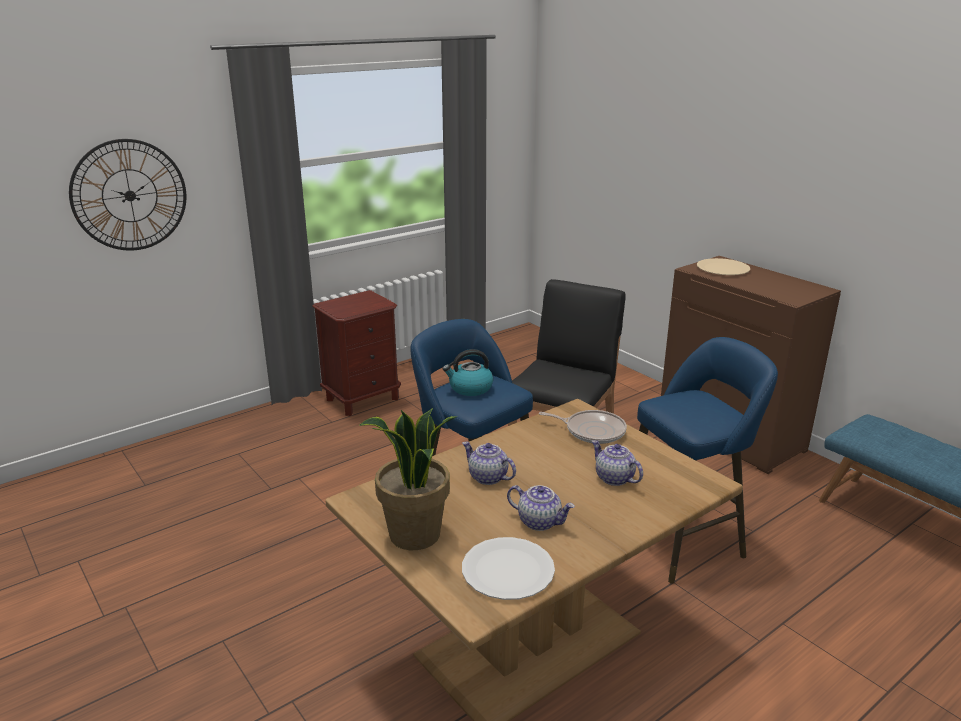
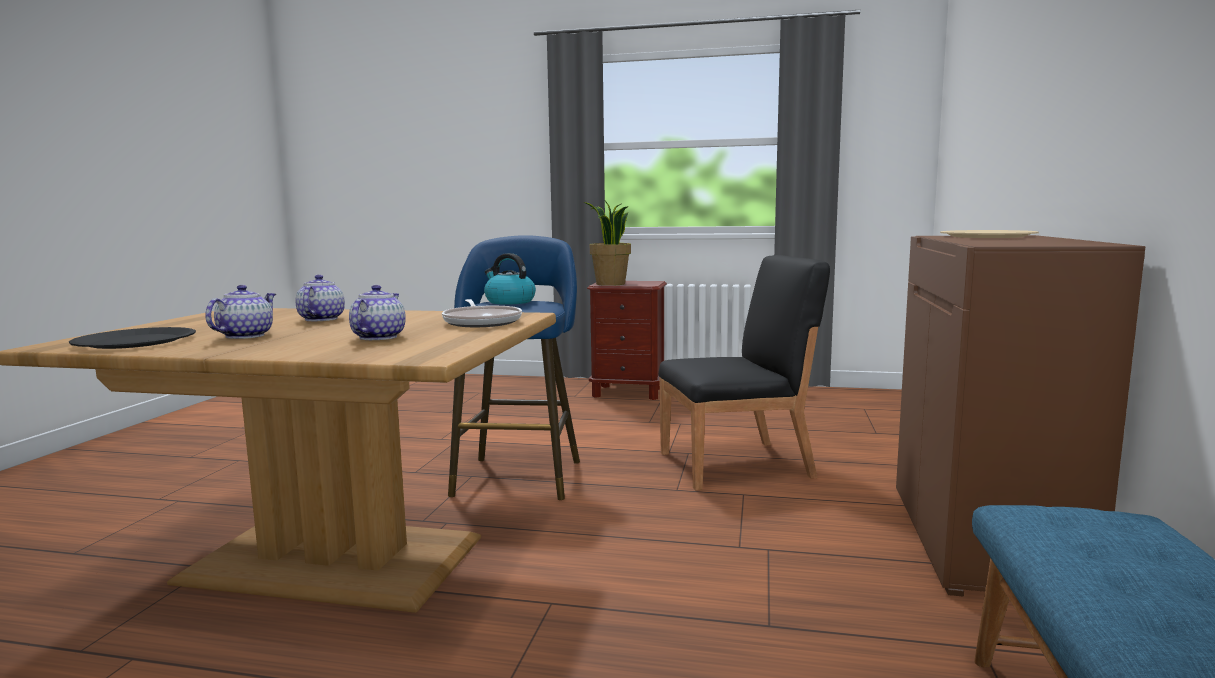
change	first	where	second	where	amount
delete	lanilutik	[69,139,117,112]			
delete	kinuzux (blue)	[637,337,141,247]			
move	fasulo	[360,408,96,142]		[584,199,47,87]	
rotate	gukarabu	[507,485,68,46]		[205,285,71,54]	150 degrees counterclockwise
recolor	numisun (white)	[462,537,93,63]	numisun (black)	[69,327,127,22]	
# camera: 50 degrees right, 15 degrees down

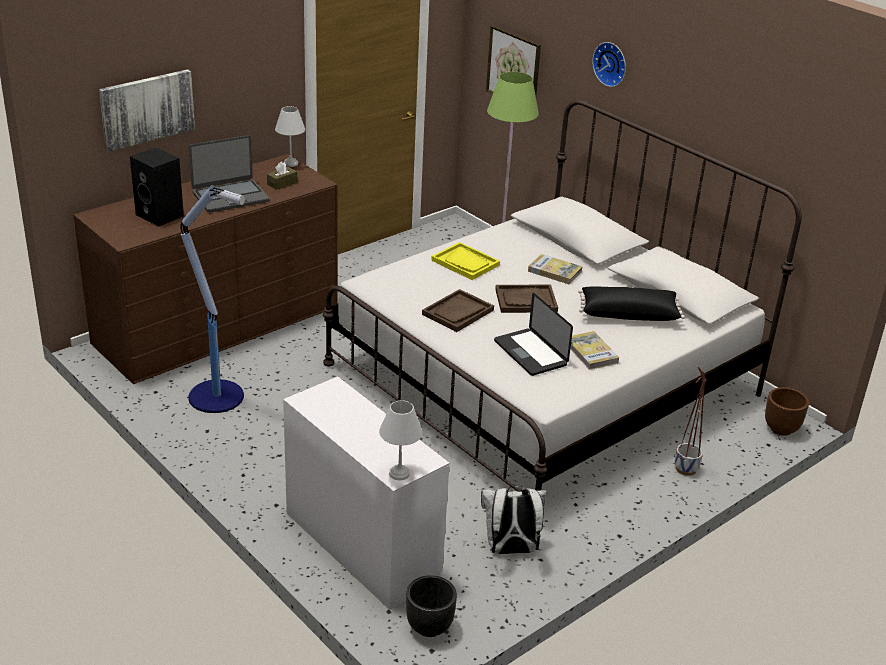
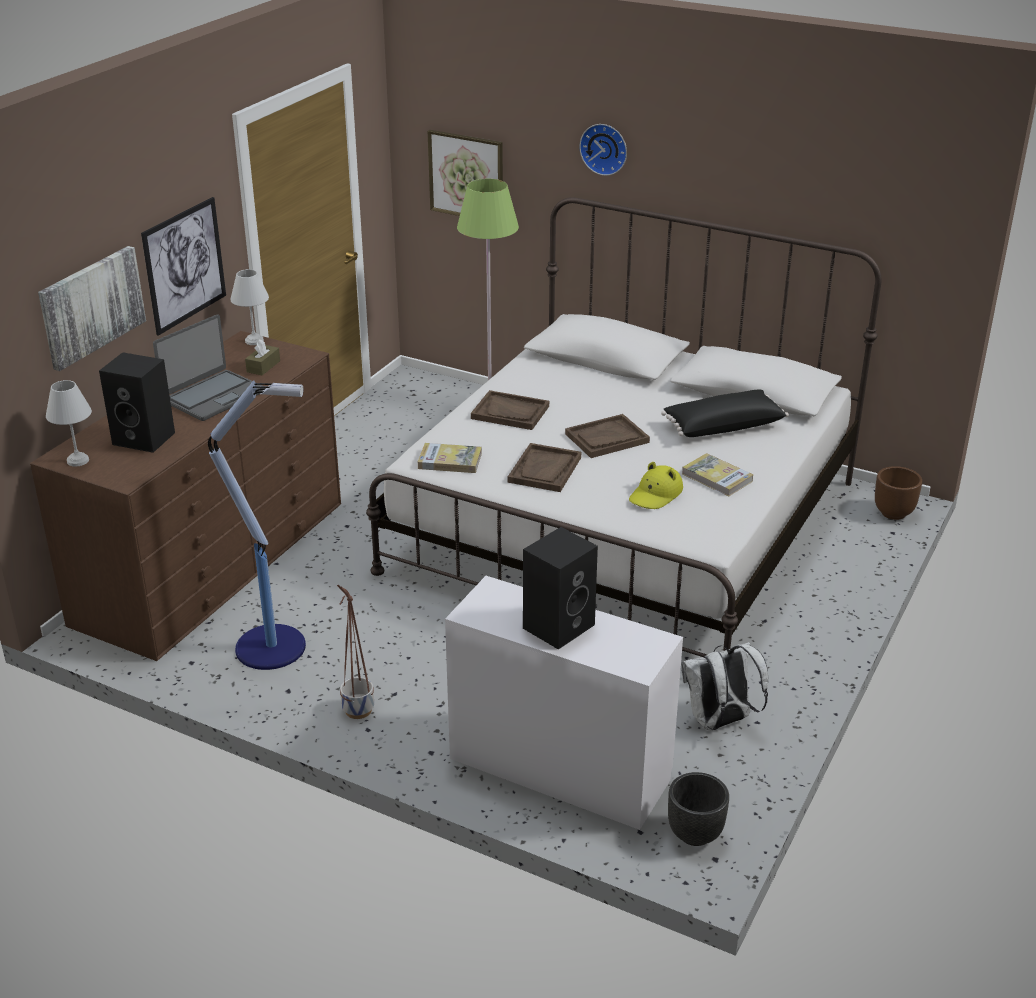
change	first	where	second	where	amount
recolor	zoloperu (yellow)	[431,242,69,38]	zoloperu (brown)	[471,390,78,40]	
move	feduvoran	[528,254,55,30]		[418,443,64,30]	
replace	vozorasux	[494,293,79,83]	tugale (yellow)	[629,462,54,47]	
move	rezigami	[674,367,33,109]		[337,585,37,134]	
move	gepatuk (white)	[379,400,44,80]		[46,380,46,86]	
insert			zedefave	[141,197,85,139]	
insert			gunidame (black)	[523,527,75,122]	
# camera: 20 degrees left, 0 degrees up

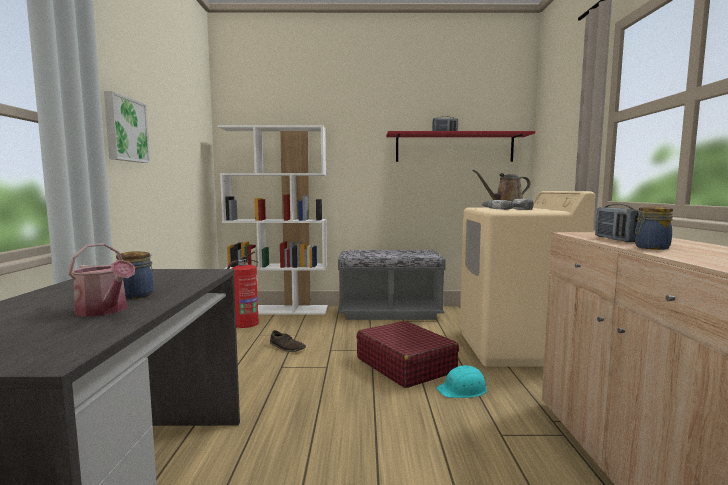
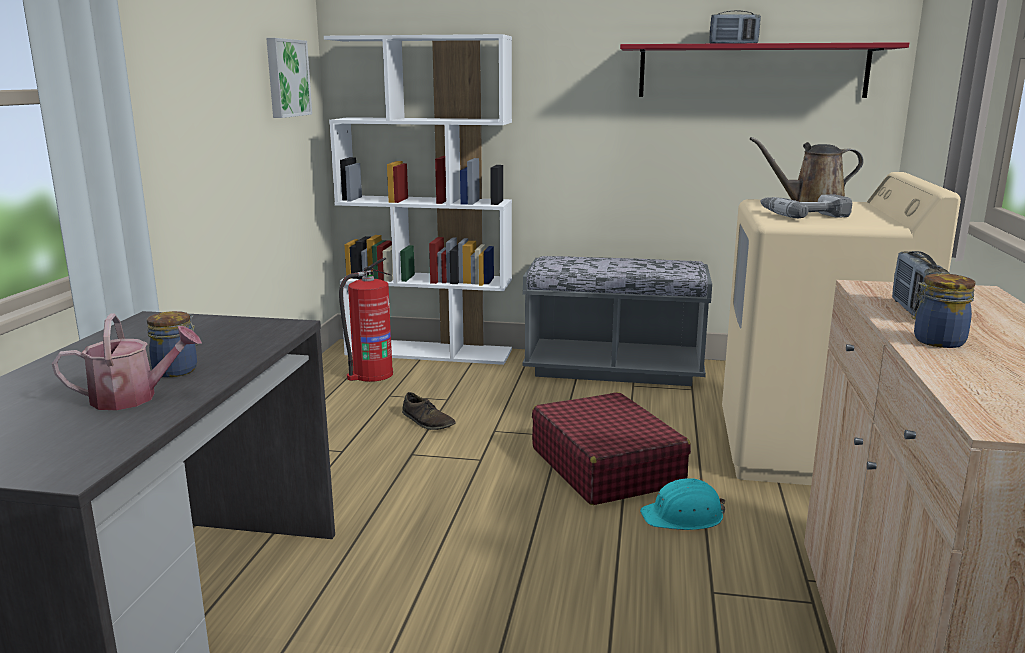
change	first	where	second	where	amount
move	zedefave	[104,91,46,72]		[266,38,46,80]	
rotate	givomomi	[68,243,67,74]		[52,313,150,97]	60 degrees counterclockwise
# camera: 10 degrees right, 10 degrees up

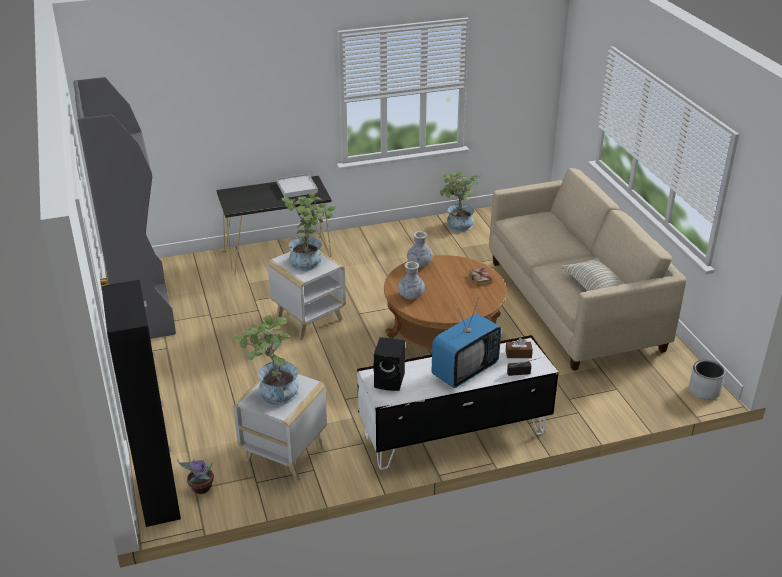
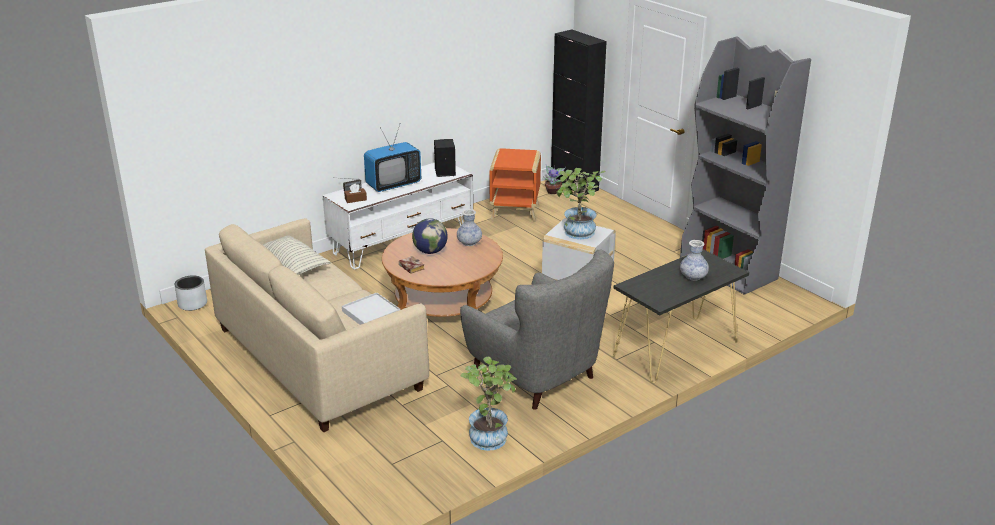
change	first	where	second	where	amount
move	zoloperu (white)	[276,173,42,25]		[342,293,58,32]	
move	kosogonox	[407,231,26,37]		[680,240,29,41]	
rotate	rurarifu	[432,297,69,91]		[364,123,57,69]	150 degrees counterclockwise
delete	fasulo	[233,315,66,90]			
recolor	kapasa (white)	[233,374,94,108]	kapasa (orange)	[490,148,51,74]	
insert			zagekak	[412,218,36,36]	
insert			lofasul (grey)	[460,250,154,160]	
# camera: 160 degrees right, 5 degrees down

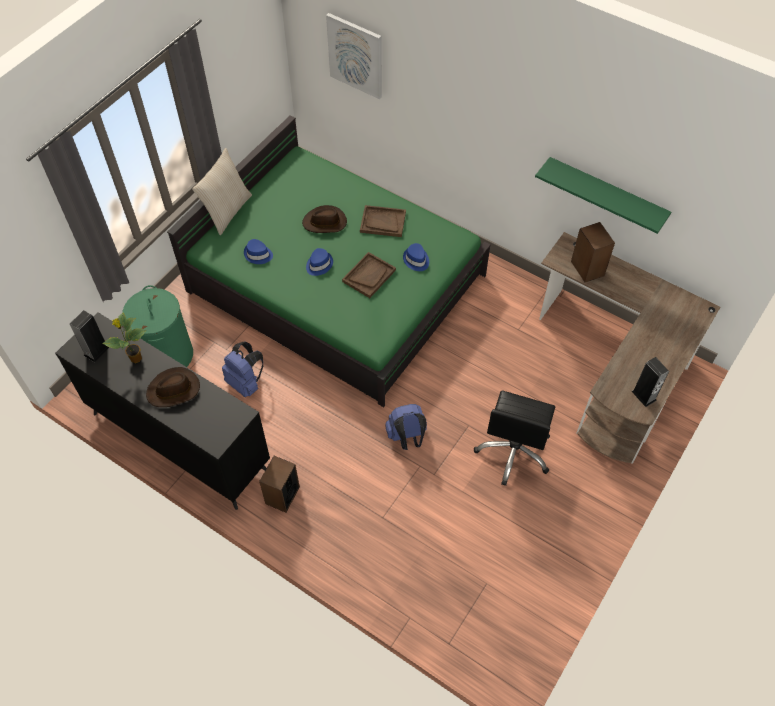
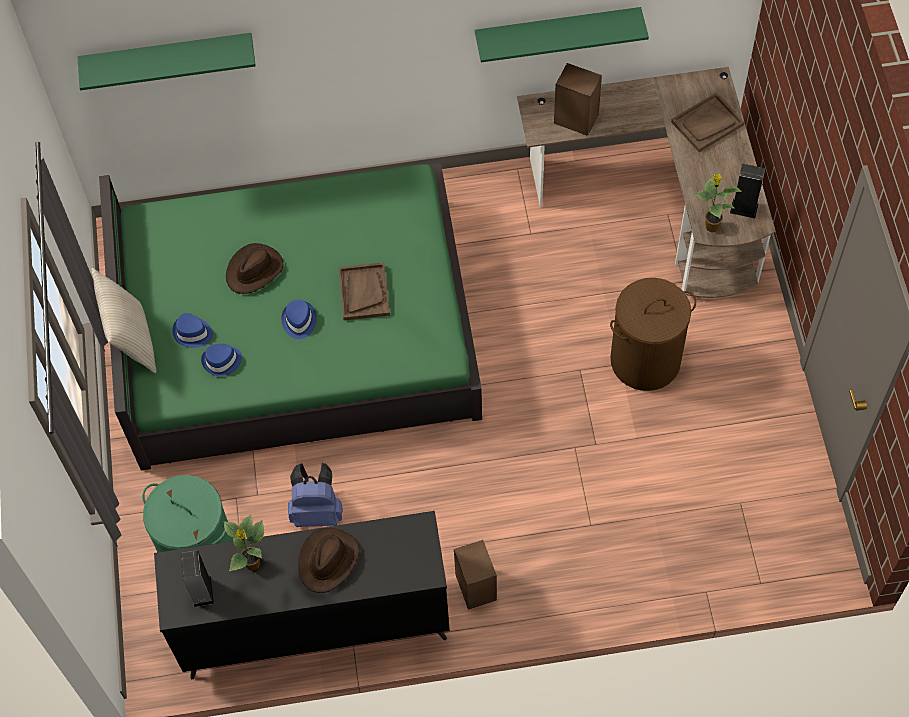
change	first	where	second	where	amount
replace	zedefave	[326,13,56,86]	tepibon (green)	[78,33,178,57]	
move	zoloperu (brown)	[360,205,46,32]		[671,92,74,60]	
move	tugale (blue)	[403,243,26,28]		[172,313,41,35]	
replace	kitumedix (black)	[474,390,81,96]	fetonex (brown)	[610,278,86,113]	
delete	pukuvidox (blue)	[386,404,41,46]			
insert			fasulo	[695,174,47,58]	
# camera: 40 degrees left, 5 degrees up

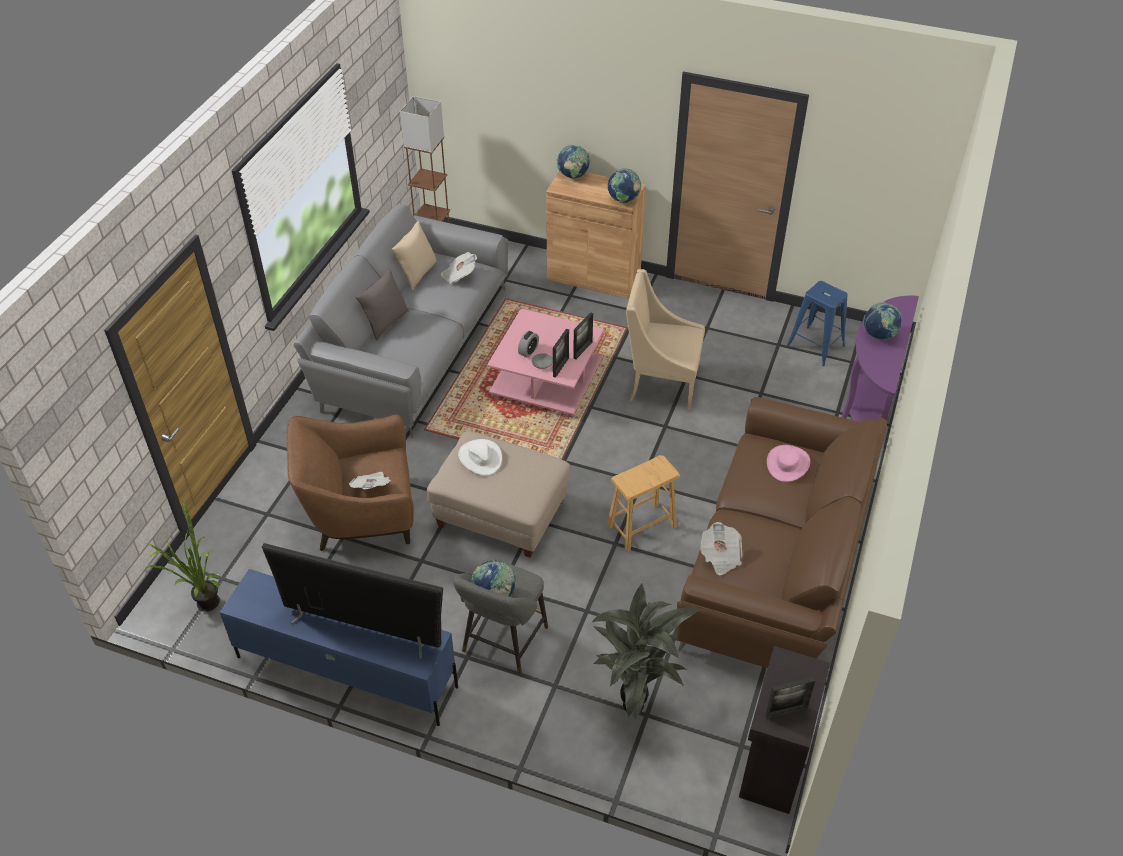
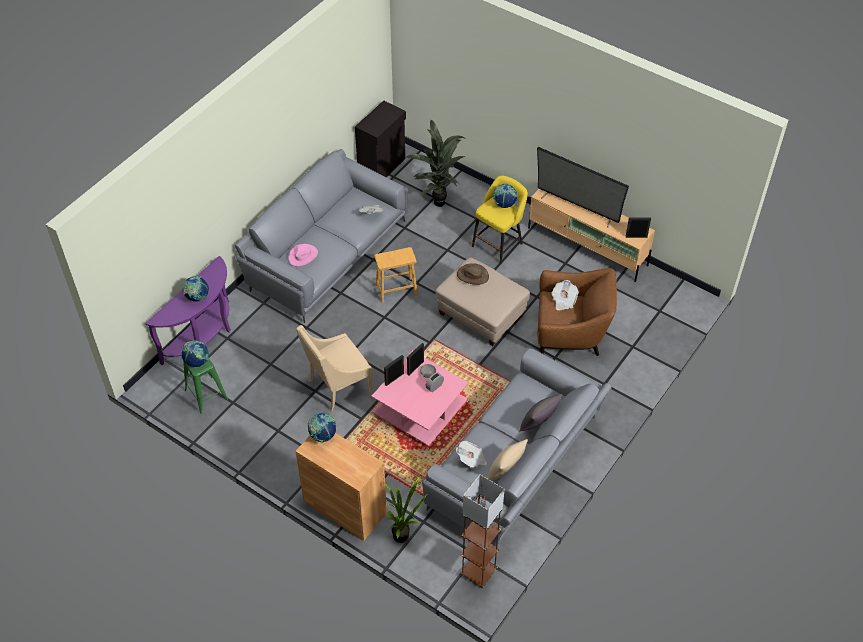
change	first	where	second	where	amount
move	zagekak	[557,145,33,34]		[181,340,28,27]	
rotate	lofasul (beige)	[626,269,79,143]		[296,325,76,87]	120 degrees clockwise
recolor	kinuzux (blue)	[786,281,62,85]	kinuzux (green)	[183,357,45,57]	
recolor	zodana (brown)	[676,397,211,271]	zodana (grey)	[235,149,173,174]	
delete	tugale (white)	[458,439,44,37]			
move	fasulo	[145,498,75,114]		[385,476,43,67]	
recolor	kinuzux (grey)	[453,558,95,117]	kinuzux (yellow)	[472,176,56,88]	
recolor	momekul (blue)	[220,569,238,157]	momekul (beige)	[528,189,127,93]	
move	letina	[765,677,50,42]		[626,217,25,21]	
insert			tugale (brown)	[457,263,32,22]	
# camera: 165 degrees left, 5 degrees up

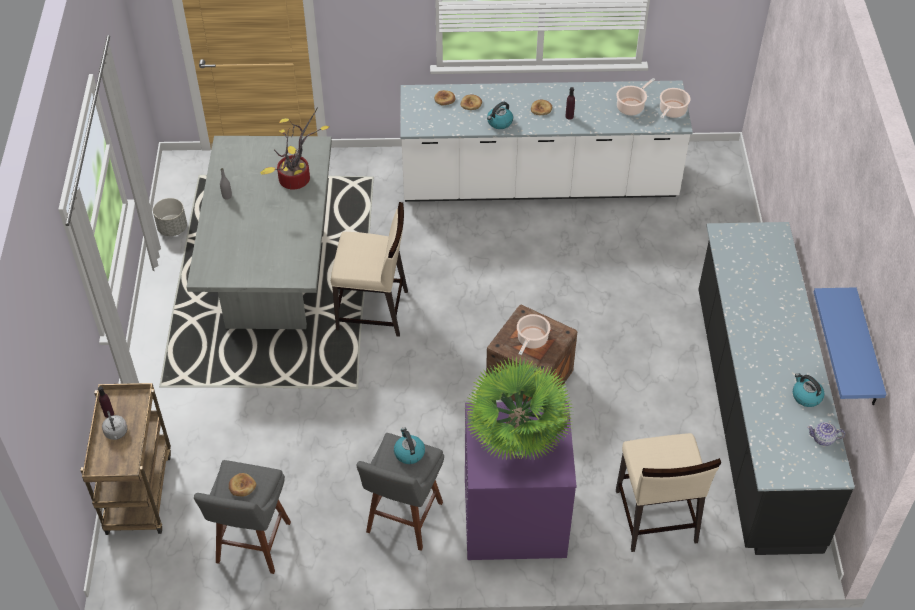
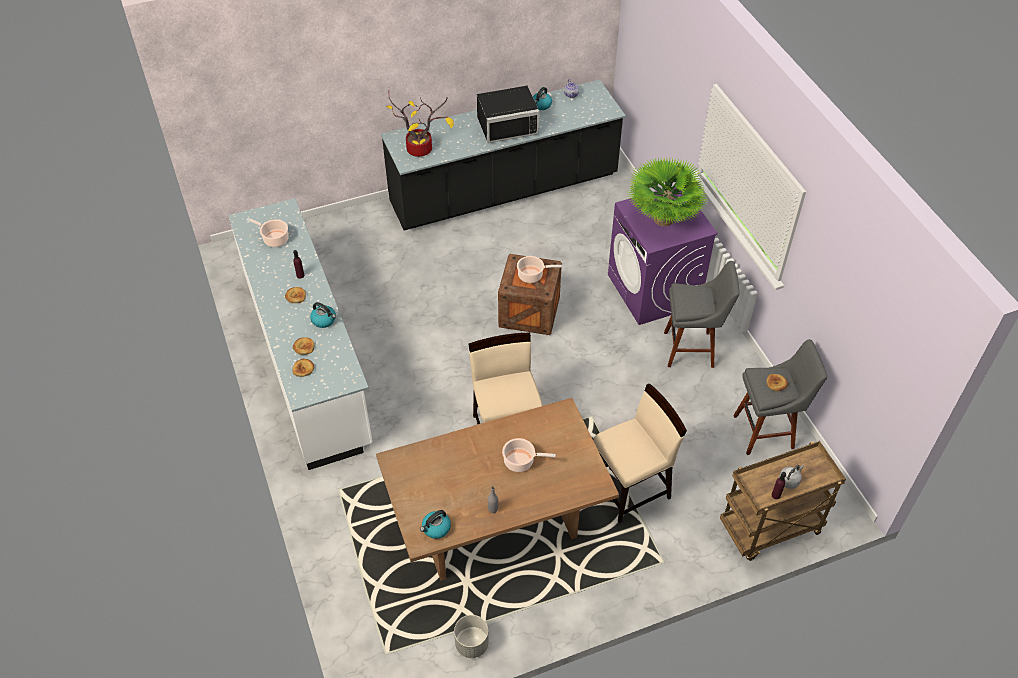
change	first	where	second	where	amount
move	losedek	[660,88,31,31]		[502,438,54,34]	
move	fasulo	[260,107,69,82]		[386,97,68,60]	
recolor	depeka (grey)	[187,136,145,193]	depeka (brown)	[376,398,243,183]	
delete	tepibon (blue)	[814,287,72,118]			
move	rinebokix	[394,428,31,36]		[420,510,31,29]	
move	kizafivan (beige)	[616,433,105,119]		[593,384,94,139]	
insert			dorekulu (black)	[477,86,62,57]	
# camera: 110 degrees left, 0 degrees up

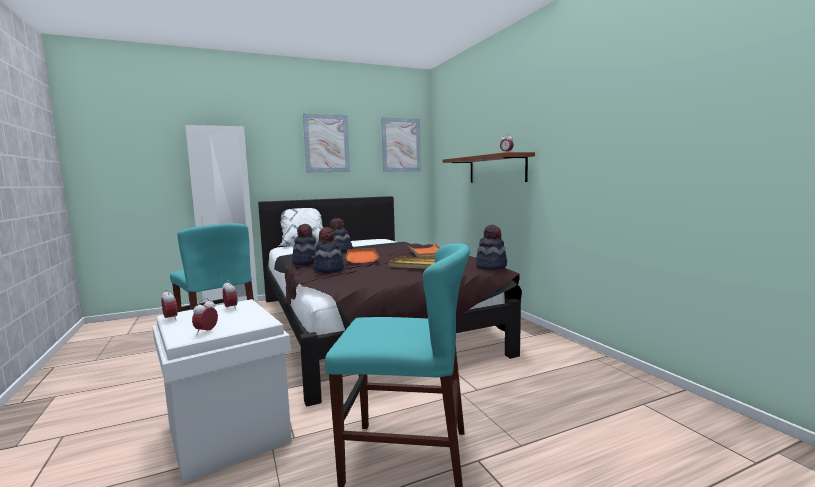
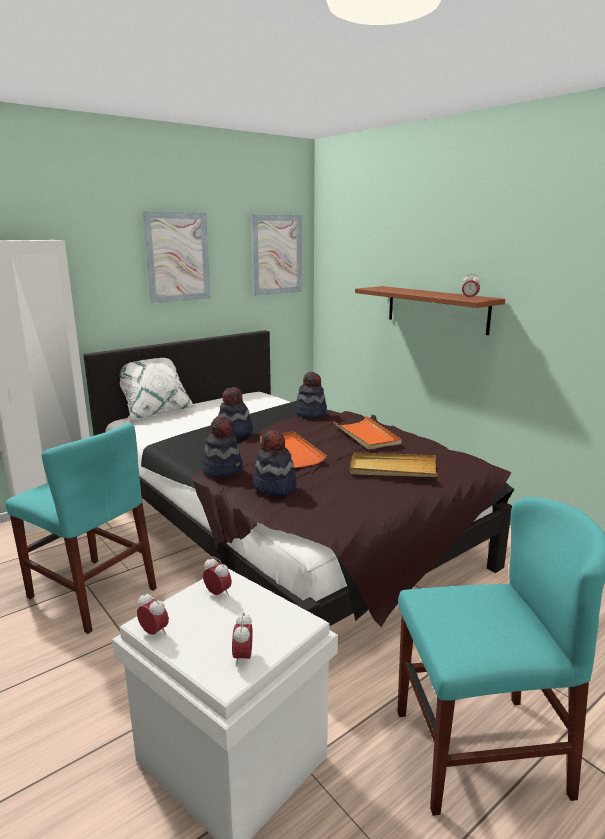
change	first	where	second	where	amount
move	tugale	[476,225,31,45]		[295,372,32,46]	
# camera: 15 degrees left, 10 degrees up

